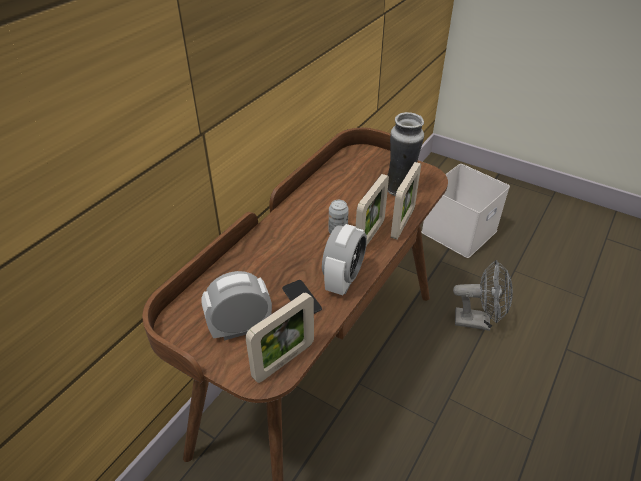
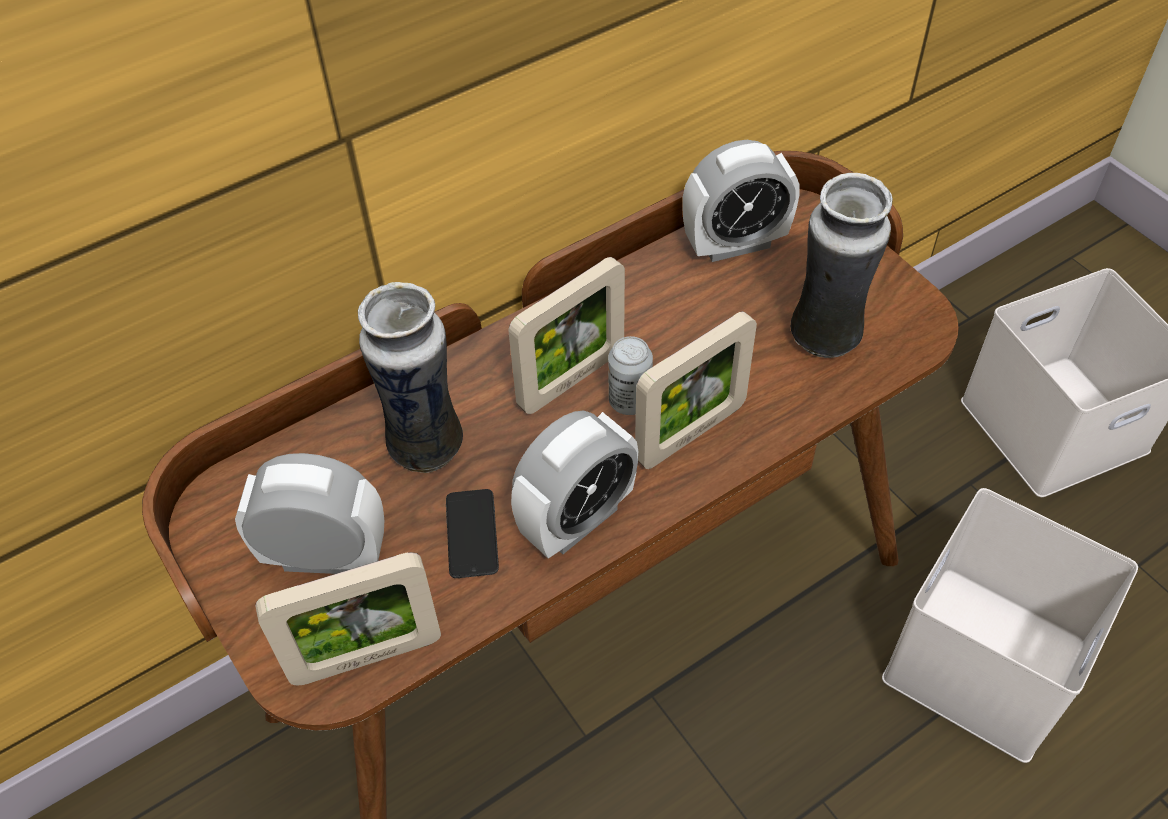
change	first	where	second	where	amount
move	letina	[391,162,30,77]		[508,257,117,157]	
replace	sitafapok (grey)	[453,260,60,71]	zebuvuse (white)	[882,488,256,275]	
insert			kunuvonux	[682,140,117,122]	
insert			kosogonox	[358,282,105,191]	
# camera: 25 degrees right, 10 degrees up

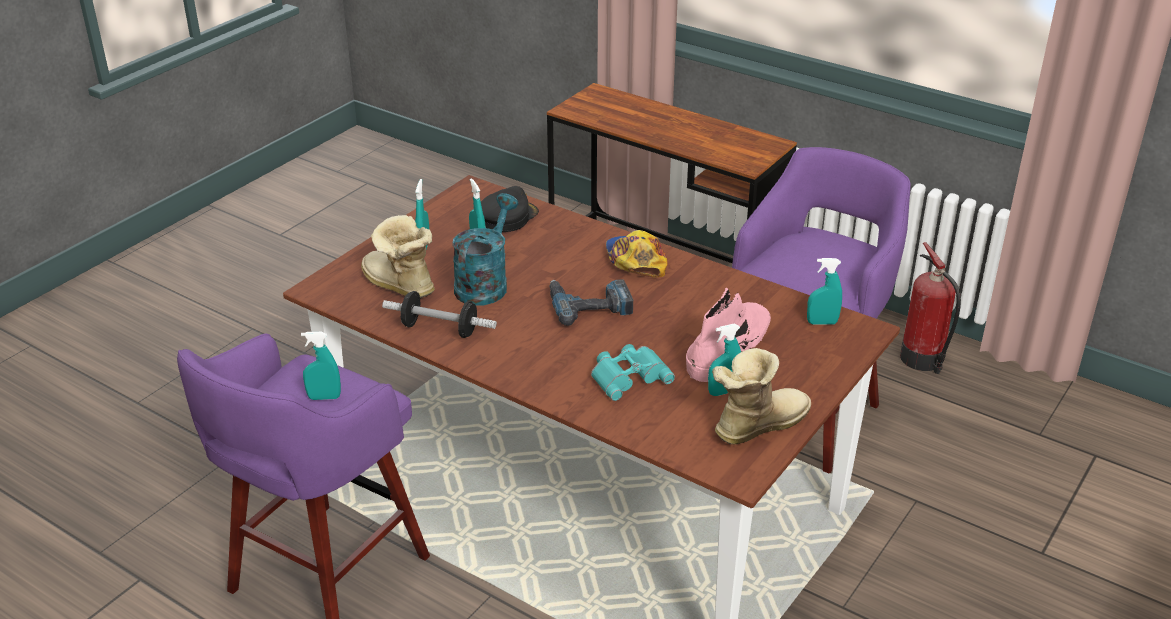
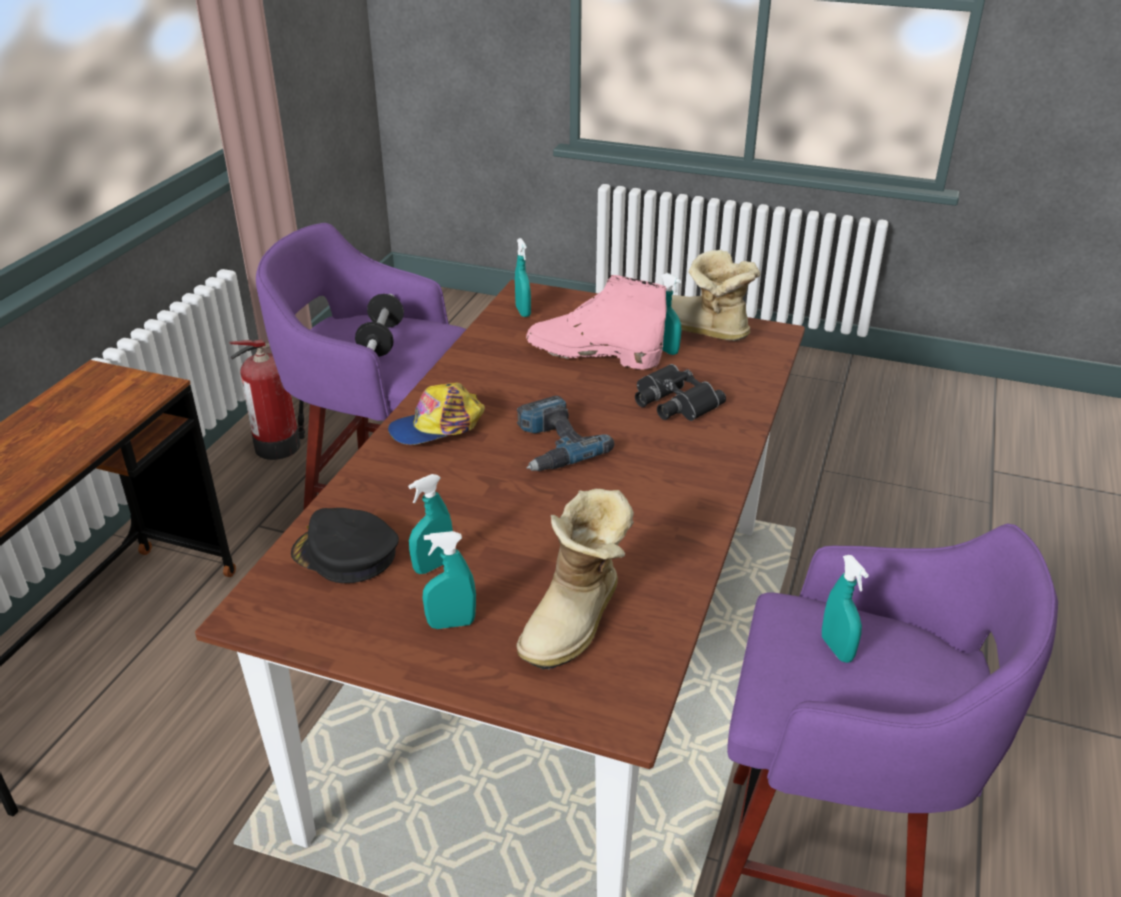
change	first	where	second	where	amount
delete	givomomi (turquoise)	[452,193,66,113]			
move	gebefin	[382,291,115,47]		[355,294,49,63]	
recolor	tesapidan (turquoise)	[591,344,84,57]	tesapidan (black)	[635,364,91,57]	
# camera: 105 degrees left, 0 degrees up

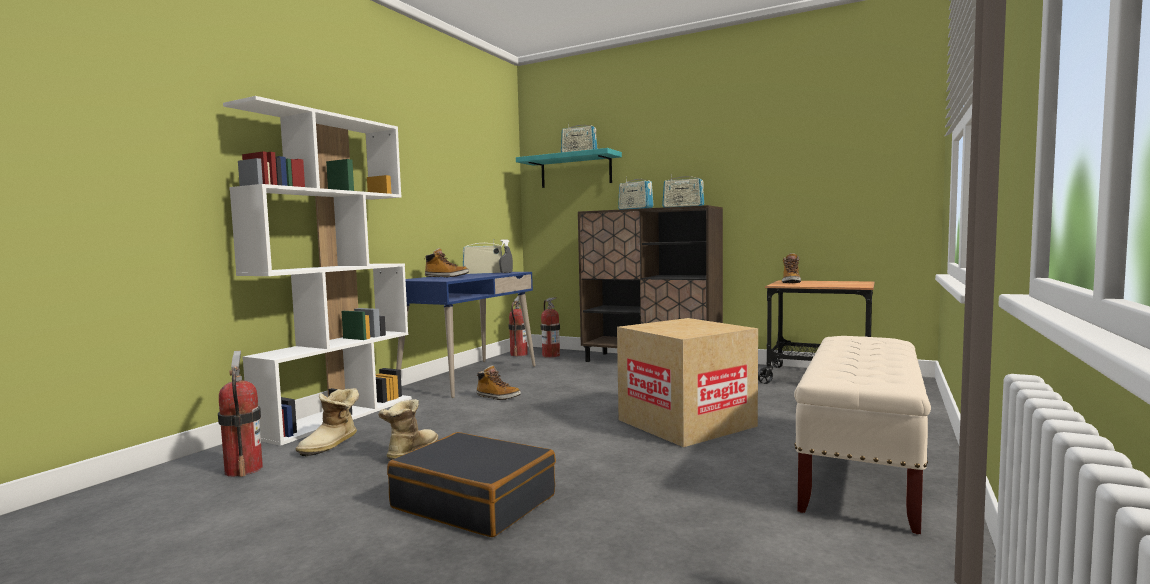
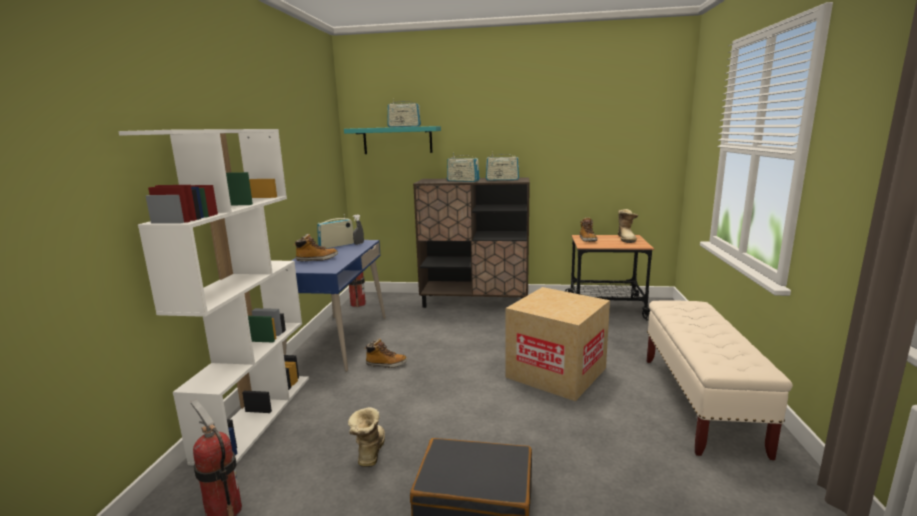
change	first	where	second	where	amount
delete	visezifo	[541,297,19,61]			
move	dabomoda	[296,388,63,68]		[618,209,20,34]	
# camera: 20 degrees left, 10 degrees up

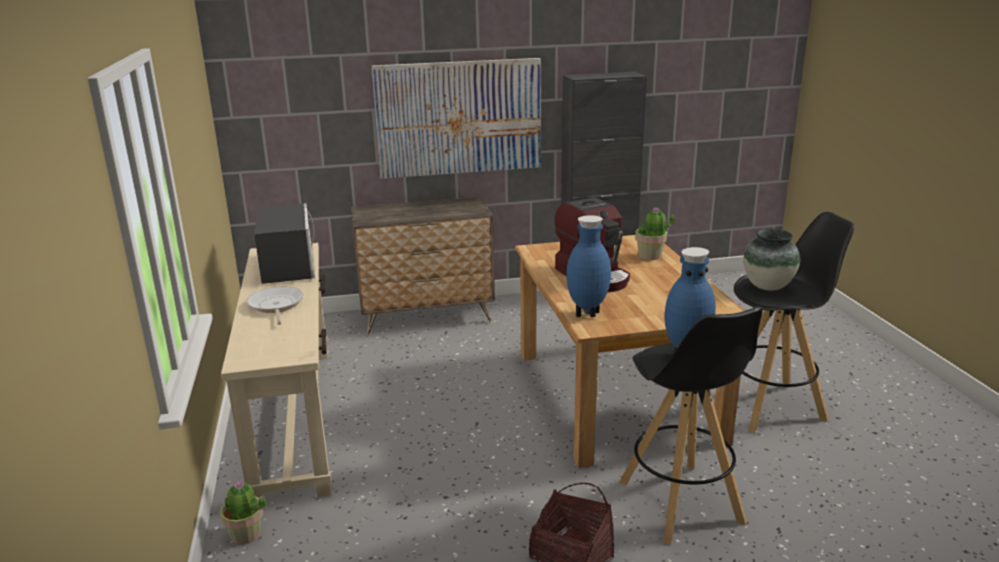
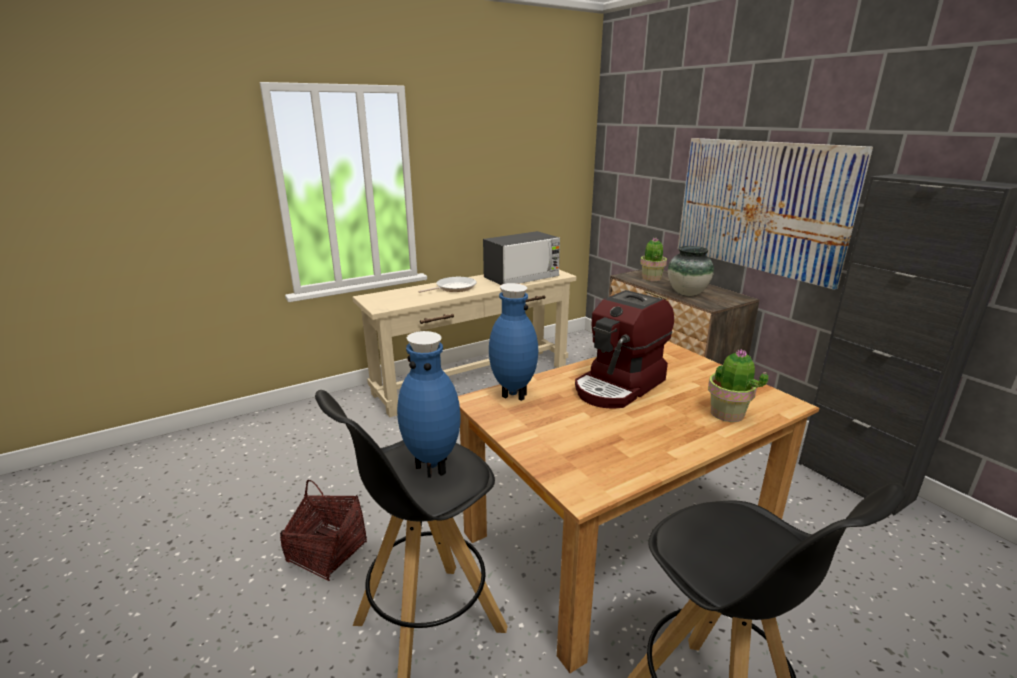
change	first	where	second	where	amount
move	kosogonox	[743,228,57,63]		[668,246,46,50]	
move	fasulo	[220,481,46,64]		[640,238,27,43]	
# camera: 70 degrees right, 0 degrees up

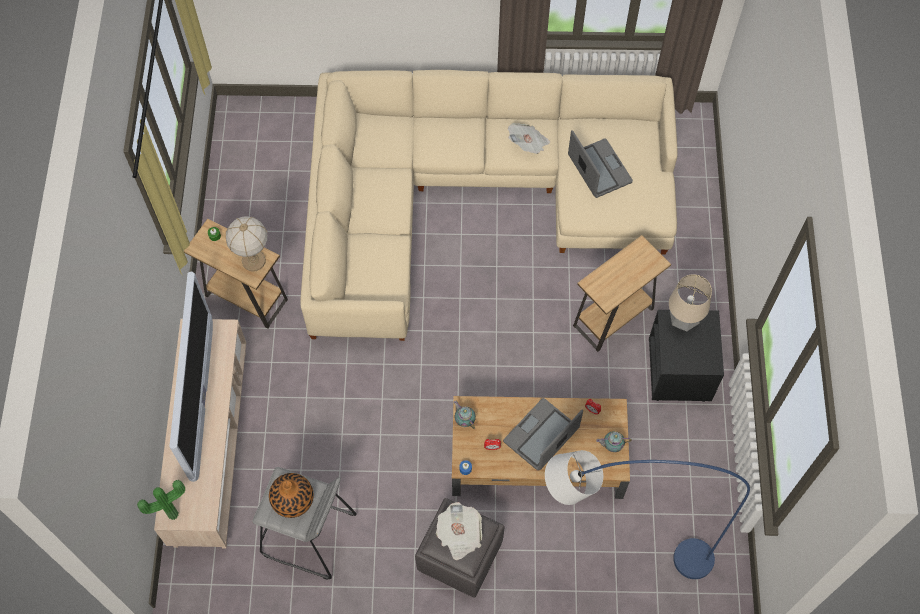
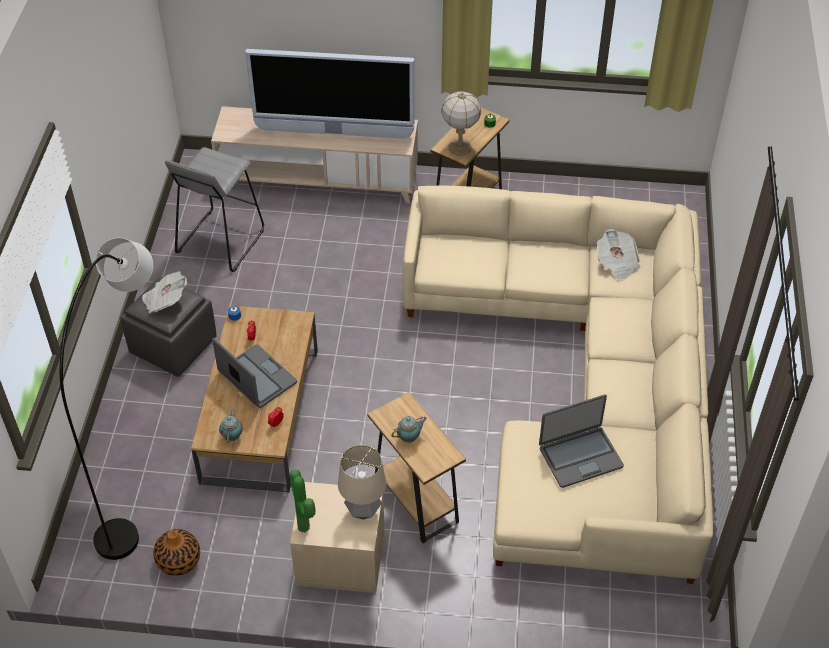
change	first	where	second	where	amount
move	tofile	[508,123,42,31]		[597,229,43,52]	
recolor	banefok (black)	[649,310,75,92]	banefok (beige)	[290,482,95,111]	
move	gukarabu	[454,401,22,28]		[391,416,36,27]	
recolor	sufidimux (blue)	[545,450,205,129]	sufidimux (grey)	[60,238,93,322]	
move	kosogonox	[269,473,45,45]		[153,529,47,47]	
move	fasulo	[137,480,48,40]		[290,469,26,63]	
# camera: 95 degrees right, 15 degrees down

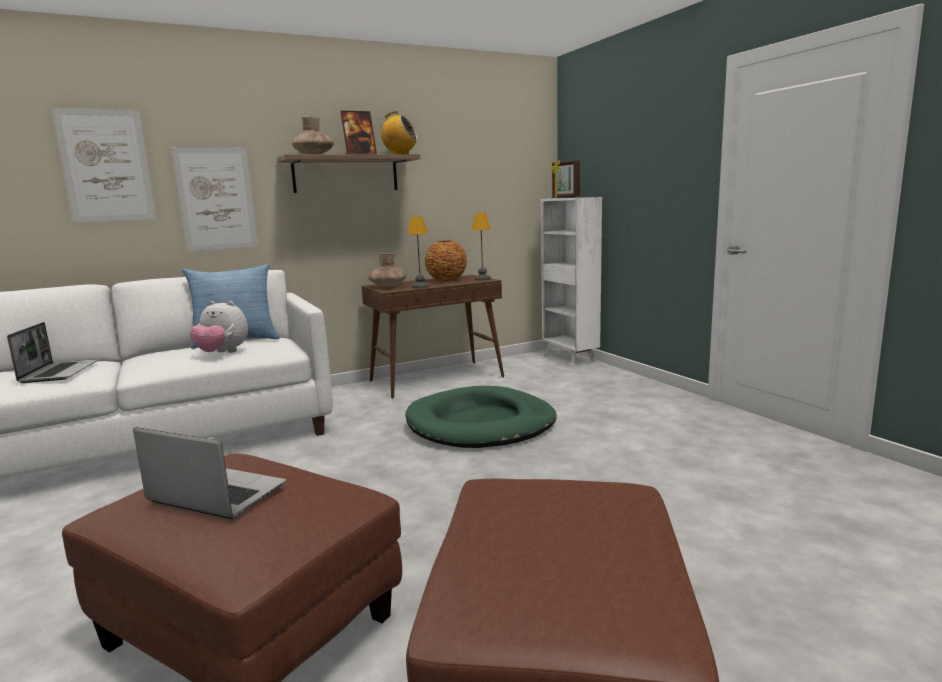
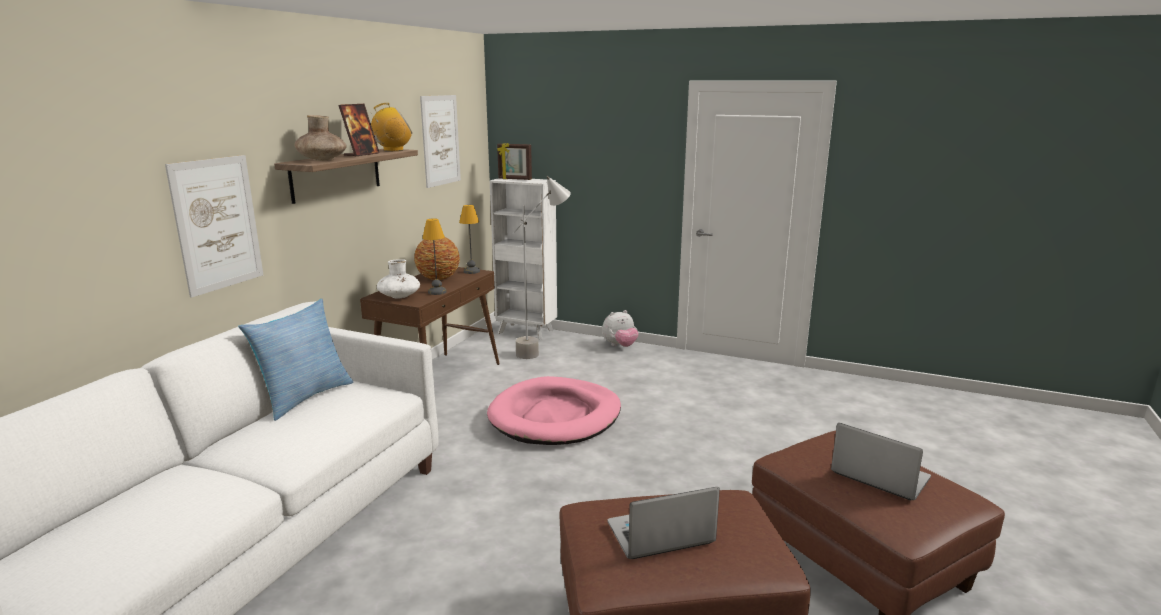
change	first	where	second	where	amount
move	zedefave	[52,108,104,114]		[420,95,41,93]	
recolor	kosogonox (brown)	[368,253,39,35]	kosogonox (white)	[377,259,43,40]	
move	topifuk	[190,301,58,52]		[602,310,36,37]	
move	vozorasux	[7,322,92,61]		[831,423,100,77]	
recolor	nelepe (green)	[405,386,152,62]	nelepe (pink)	[487,376,134,69]	
insert			sufidimux (grey)	[512,176,59,183]	
# camera: 40 degrees left, 5 degrees up

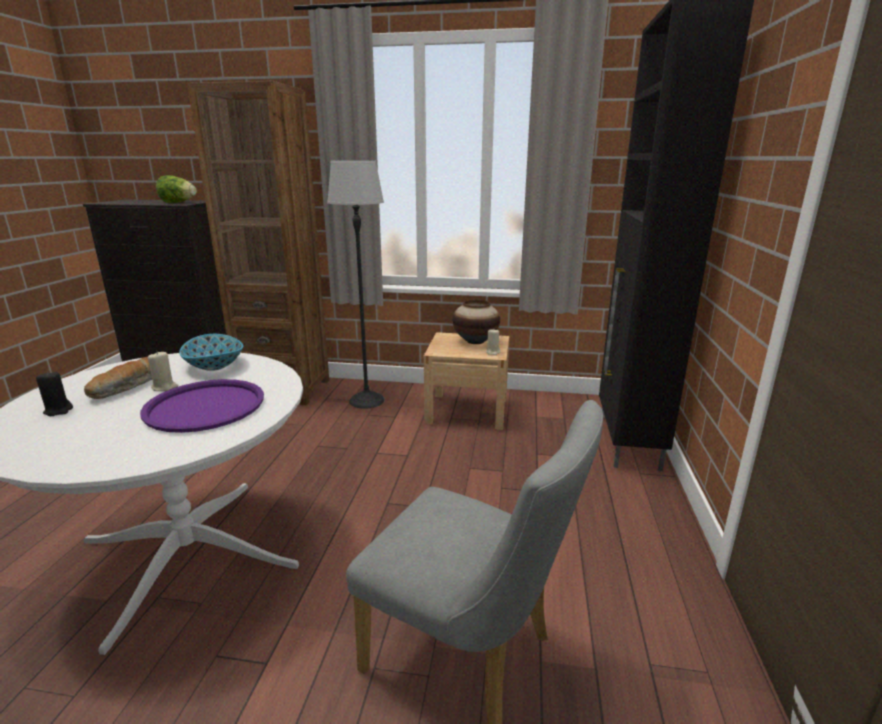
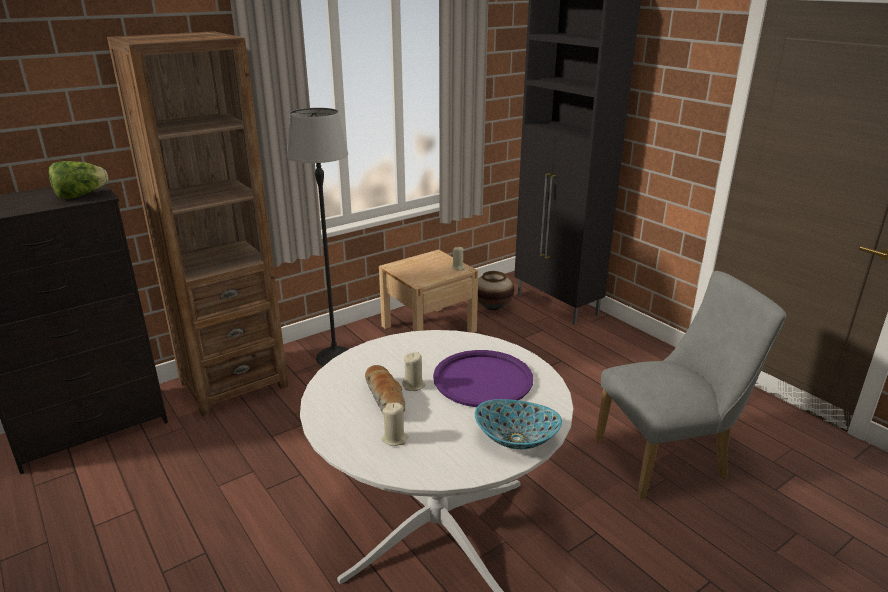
change	first	where	second	where	amount
move	kosogonox	[452,299,48,45]		[478,271,36,39]	
move	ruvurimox	[179,334,64,37]		[475,399,87,50]	
recolor	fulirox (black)	[36,371,37,45]	fulirox (beige)	[382,403,27,43]	
# camera: 45 degrees left, 5 degrees up

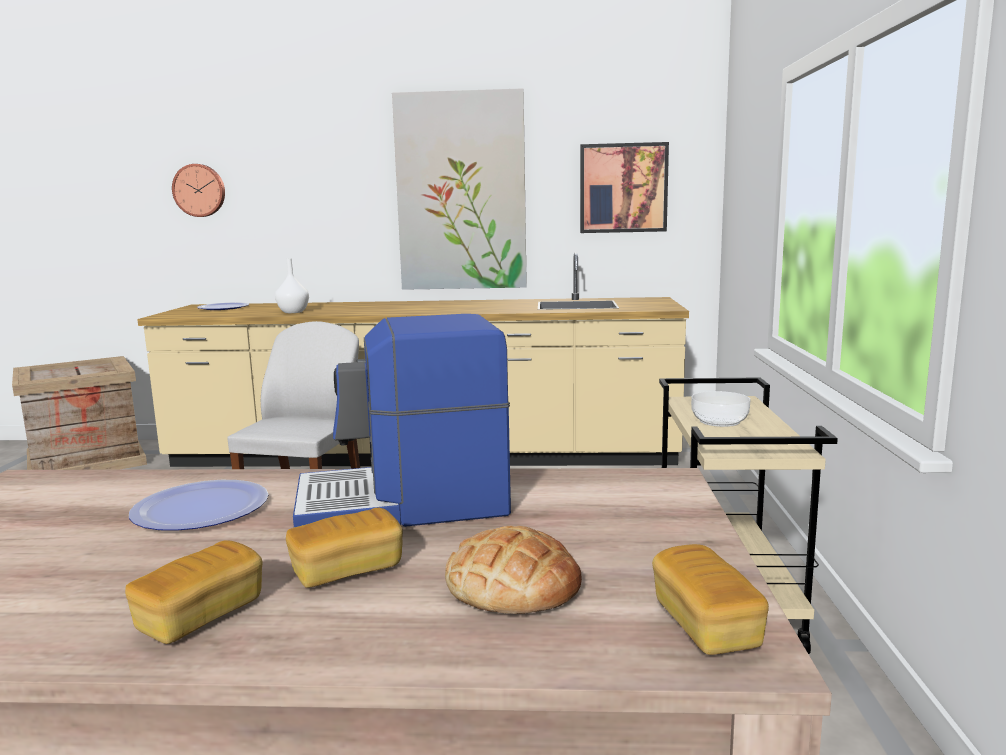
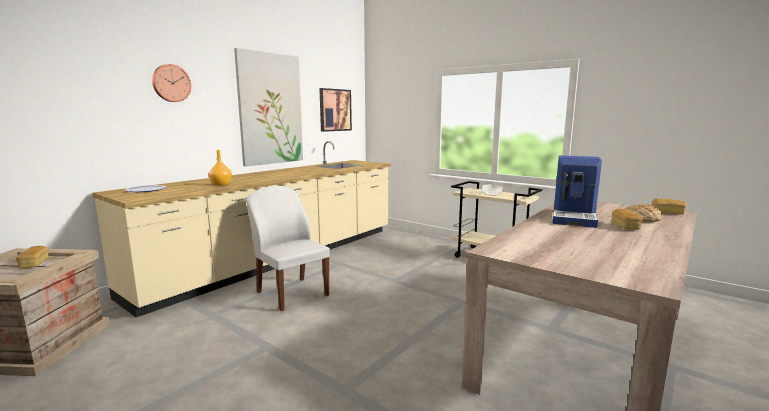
change	first	where	second	where	amount
move	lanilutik	[172,164,53,53]		[152,64,39,38]	
recolor	kosogonox (white)	[275,258,34,55]	kosogonox (orange)	[209,150,23,36]	
delete	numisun	[129,480,140,51]			
move	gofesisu	[125,540,137,104]		[16,246,32,22]	
# camera: 55 degrees left, 0 degrees up

